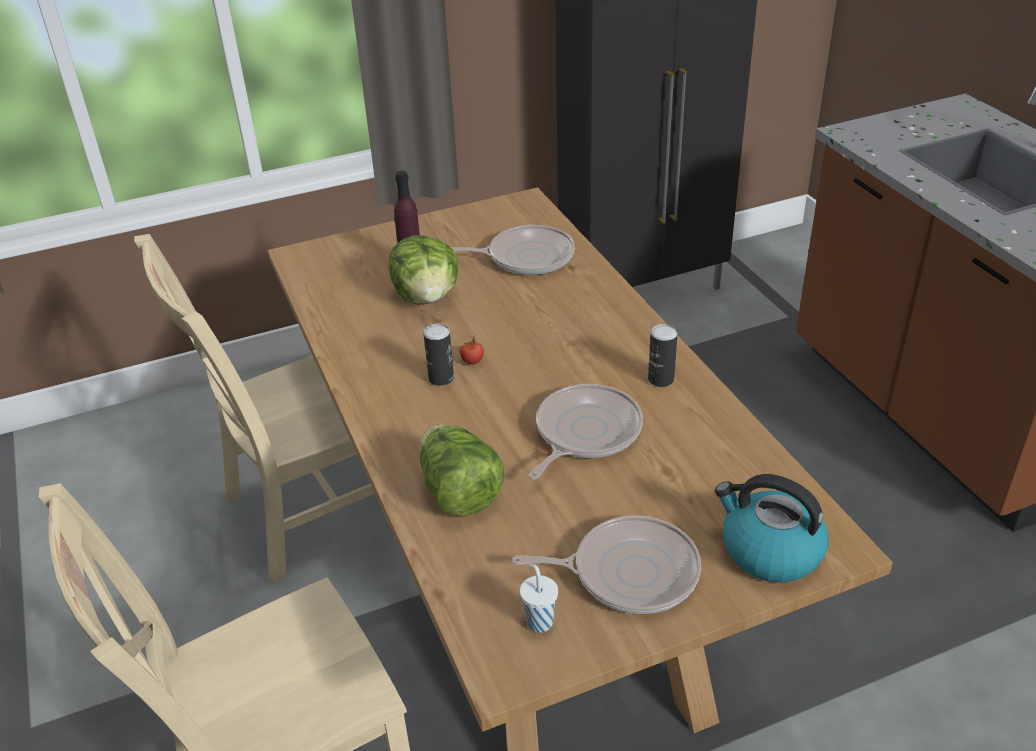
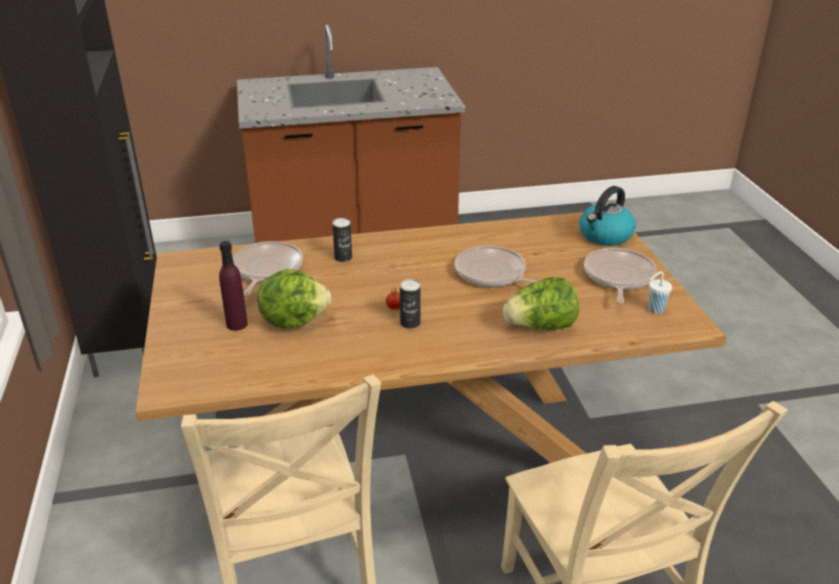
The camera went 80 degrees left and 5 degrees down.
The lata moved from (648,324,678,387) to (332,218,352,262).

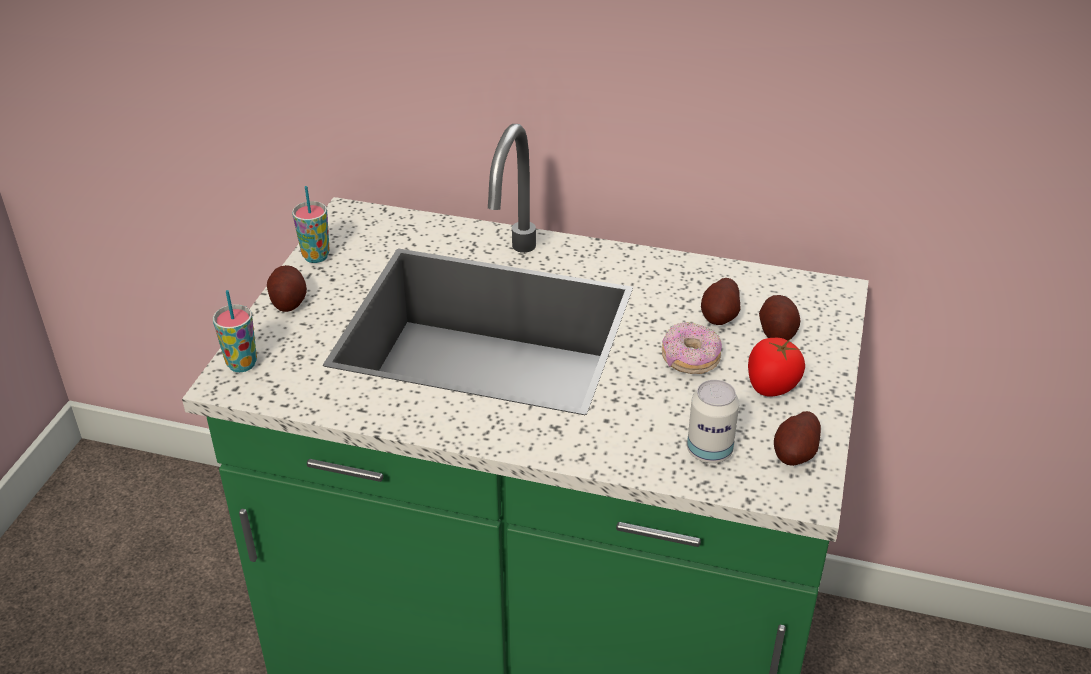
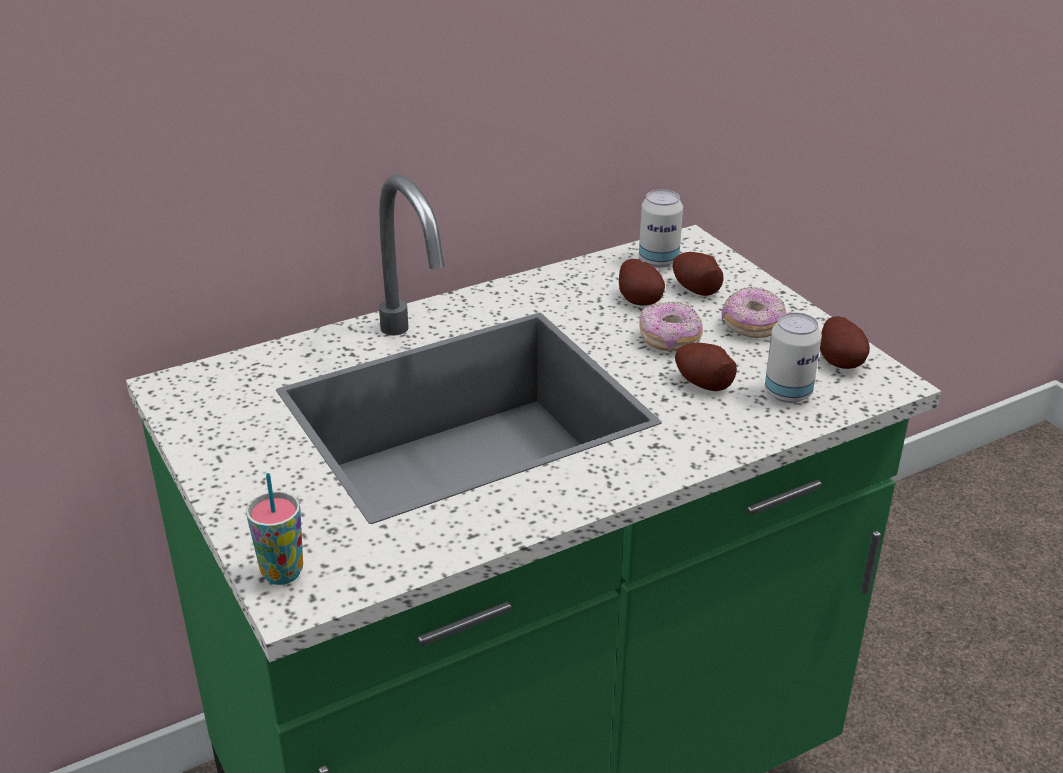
The camera went 45 degrees left and 5 degrees down.
The taza at (292,186,330,263) disappeared.
The lata at (639,189,683,267) appeared.
The patata moved from (267,265,307,312) to (675,343,737,391).
The tomate at (748,338,805,396) was replaced by the rosquilla at (721,286,786,338).

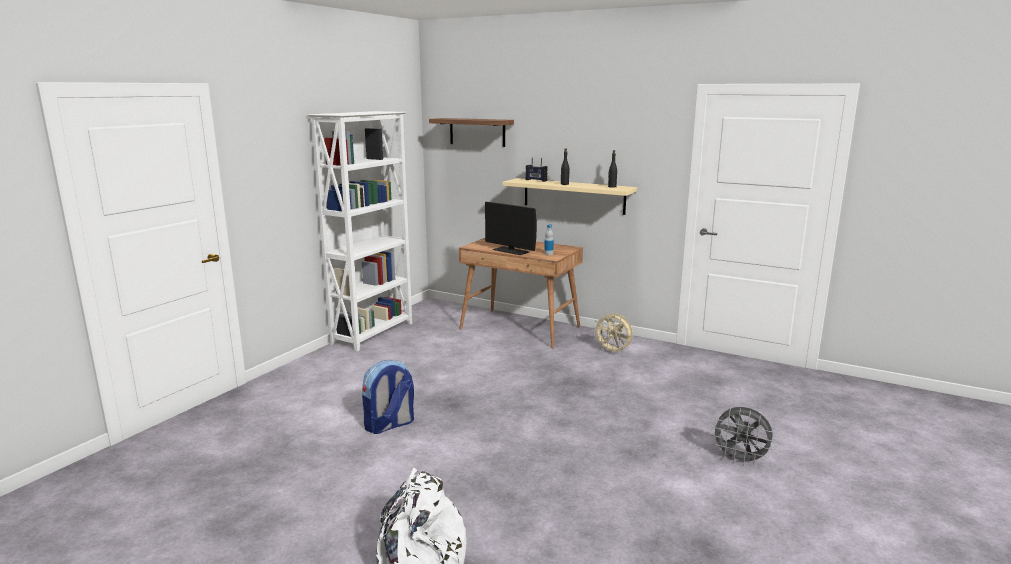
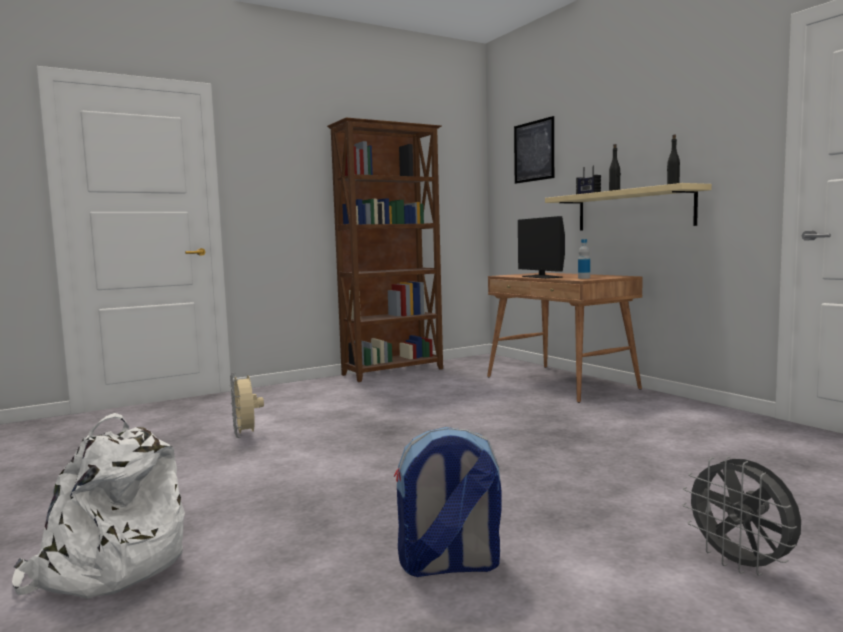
The camera went 30 degrees right and 10 degrees down.
The mochila moved from (362,360,414,434) to (394,427,502,577).
The ventilador [beis] moved from (592,313,633,355) to (230,372,264,438).
The estante at (429,118,514,147) was replaced by the cuadro at (514,116,554,184).
The estantería [blanco] at (308,111,412,352) became the estantería [marrón] at (327,118,443,382).

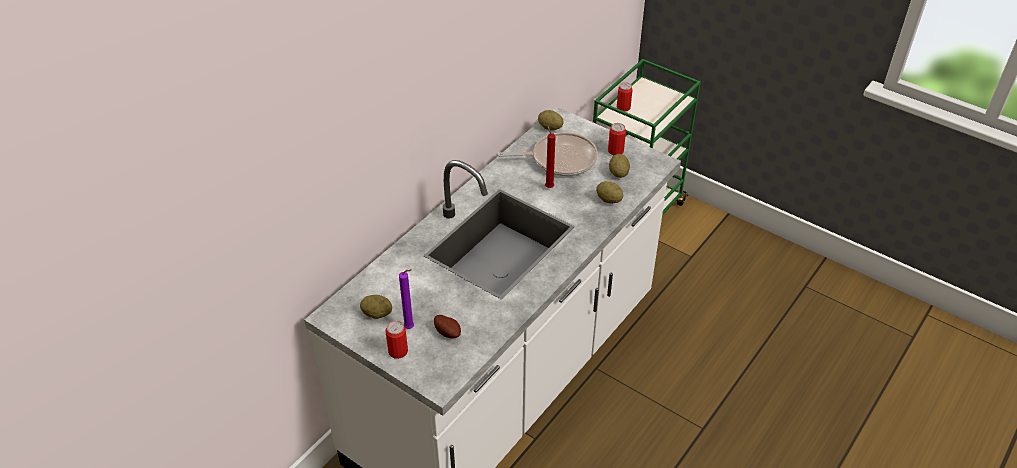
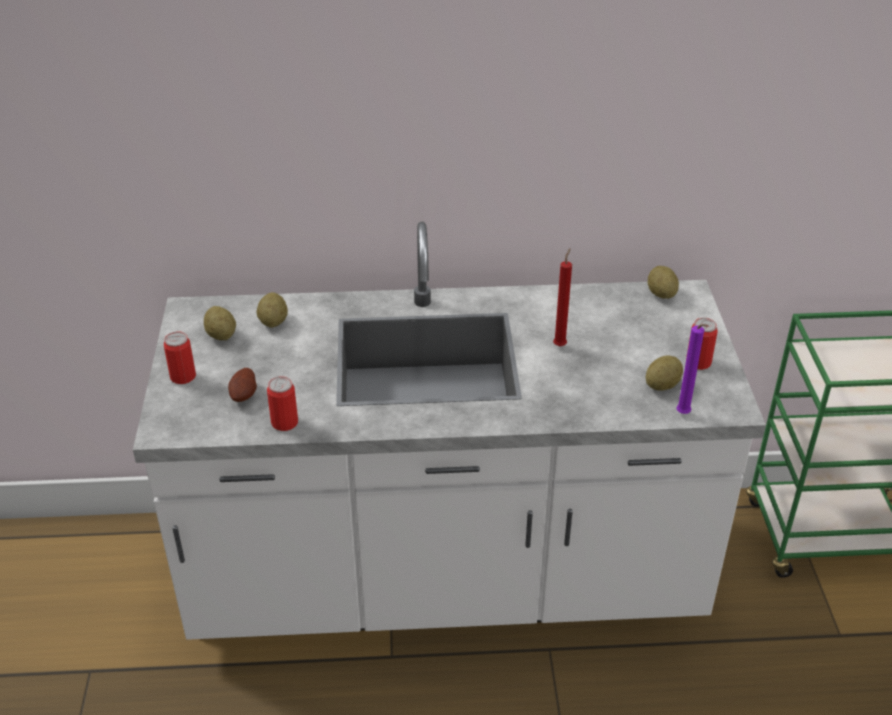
The camera went 50 degrees right and 5 degrees down.
The sartén at (498,132,598,176) disappeared.
The vela [morado] moved from (399,269,414,329) to (676,324,709,414).
The patata moved from (596,181,623,204) to (257,292,288,328).
The lata moved from (617,82,633,112) to (267,376,298,431).

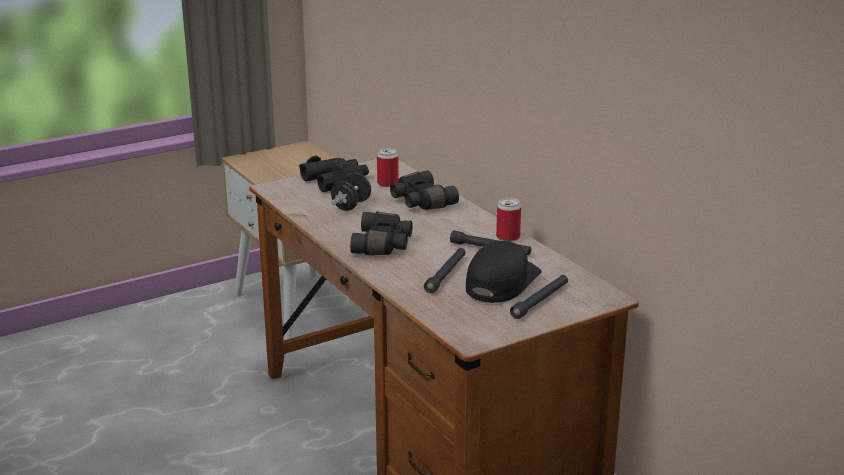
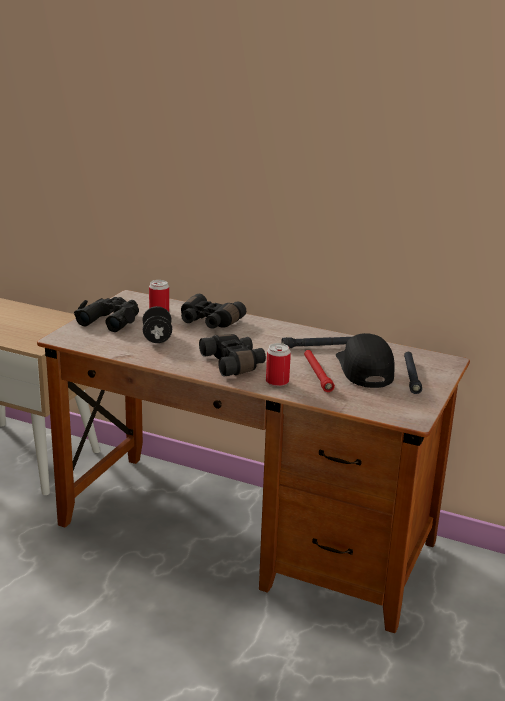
The camera went 35 degrees left and 0 degrees up.
The lata moved from (496,198,521,242) to (266,343,291,386).
The linterna [negro] at (424,248,466,293) became the linterna [rojo] at (304,350,335,392).

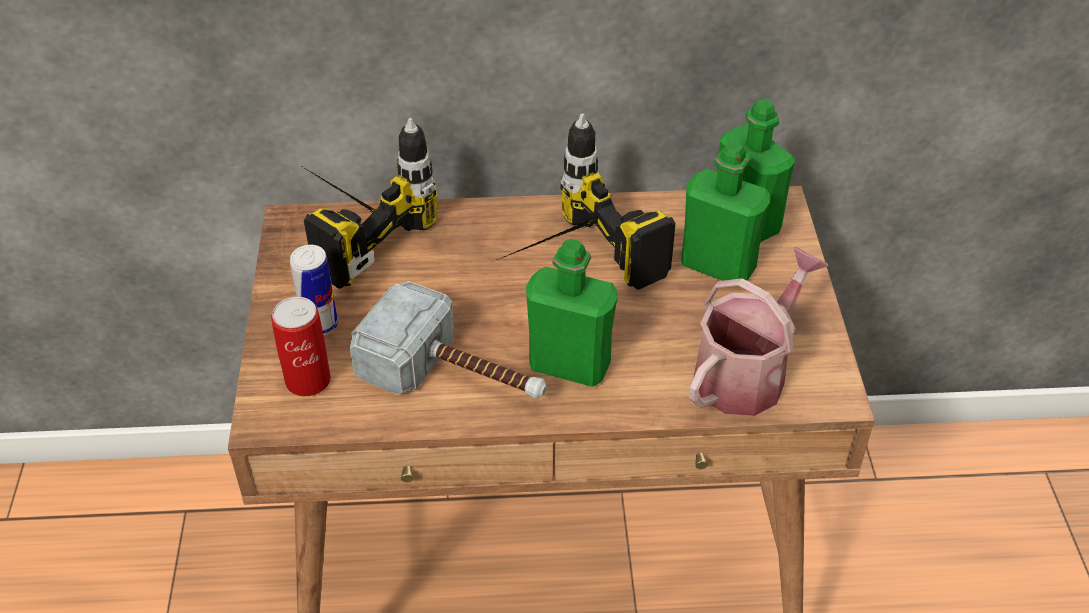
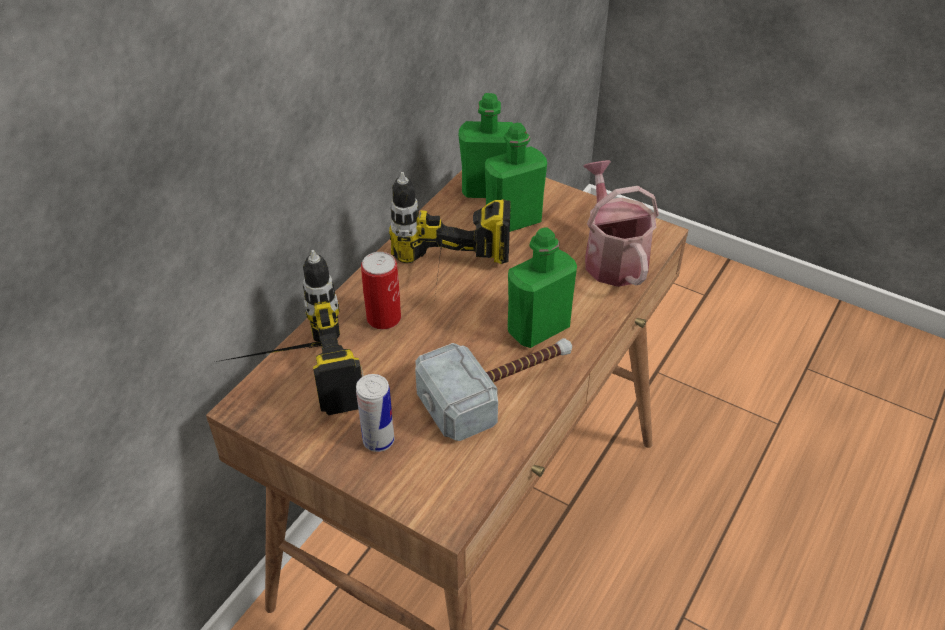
The camera went 55 degrees left and 0 degrees up.
The lata moved from (271,297,331,397) to (361,252,401,329).

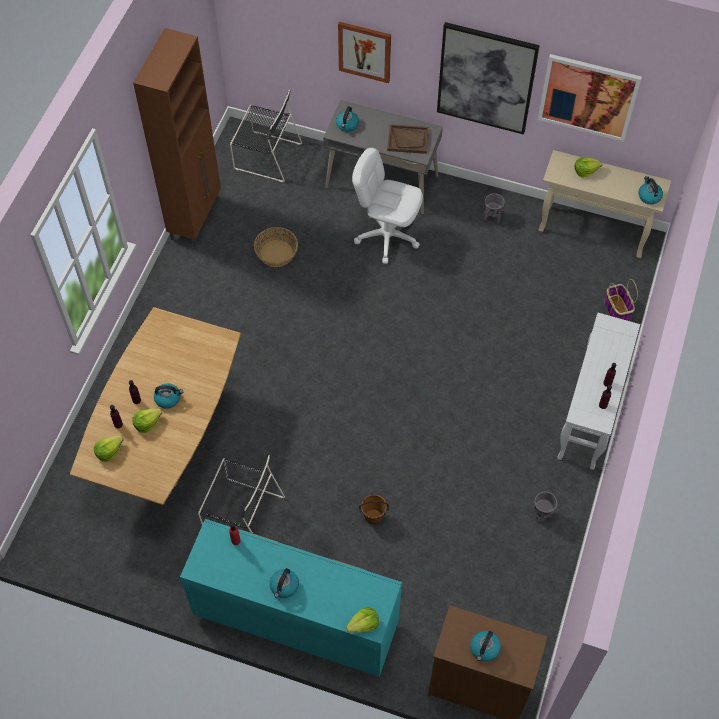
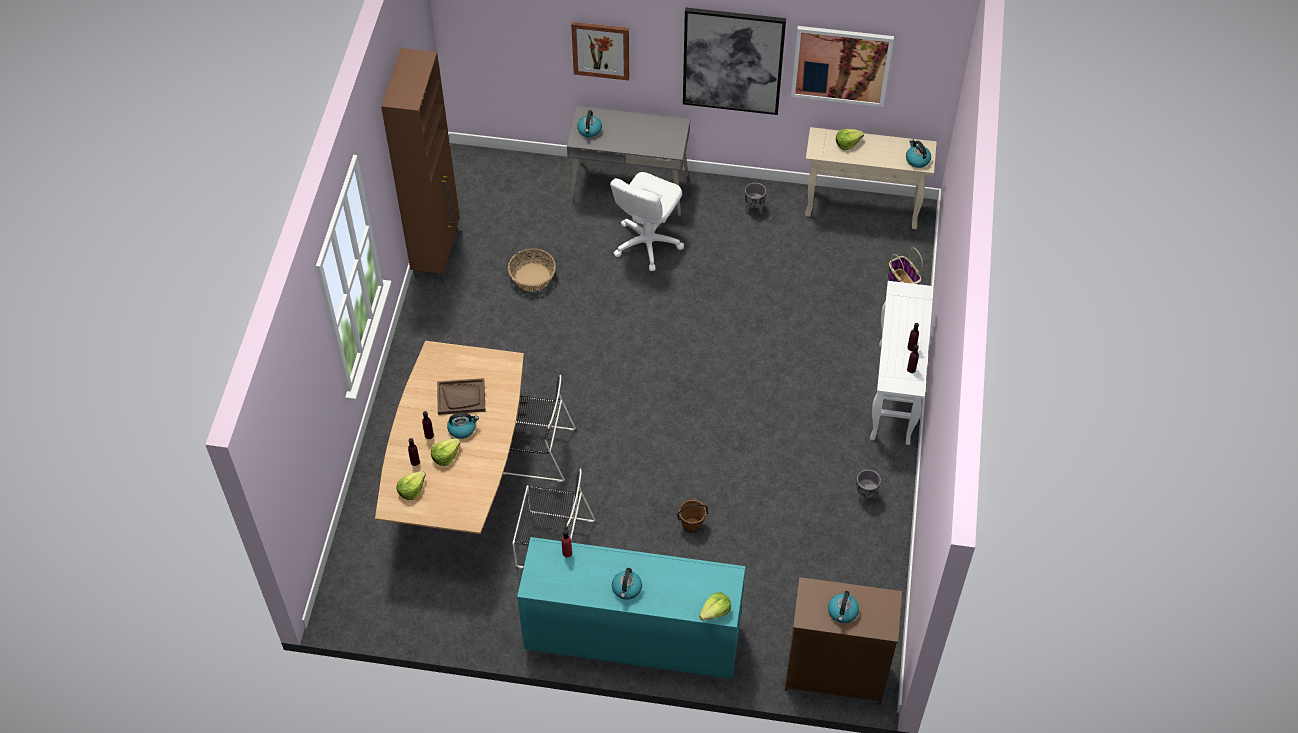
The camera went 10 degrees left and 5 degrees down.
The silla [negro] moved from (230,89,302,182) to (503,375,576,482).
The bandeja [marrón] moved from (387,124,429,154) to (437,378,486,415).
The silla de oficina [blanco] at (352,148,423,264) turned 75 degrees counterclockwise.

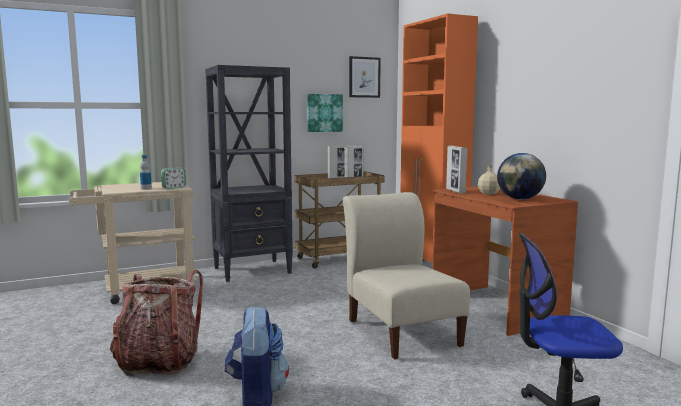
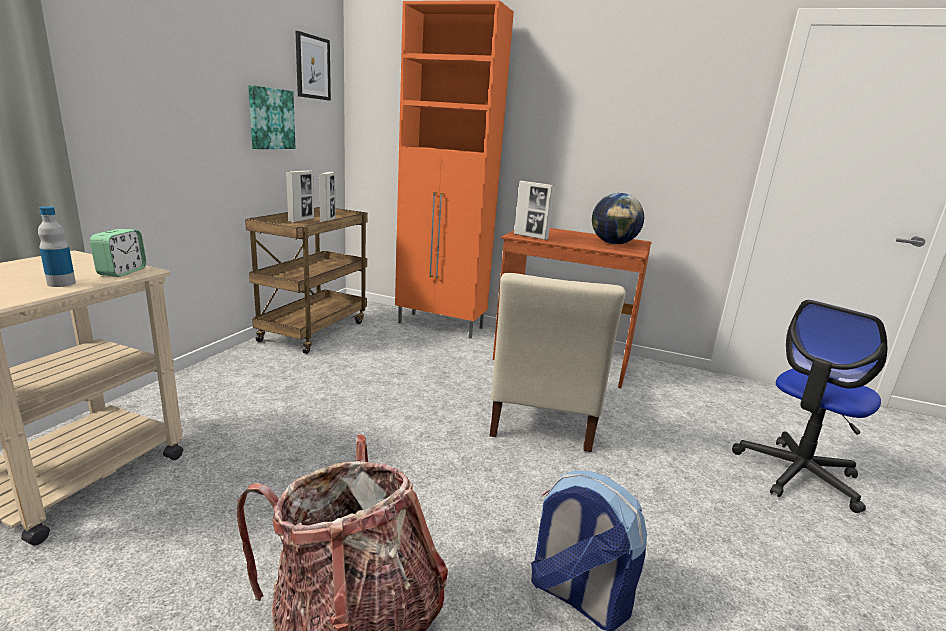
The camera went 45 degrees left and 10 degrees up.
The estantería [negro] at (205,65,293,282) disappeared.
The botella [beis] at (478,165,500,195) disappeared.
The silla [beis] at (343,192,470,359) turned 105 degrees counterclockwise.

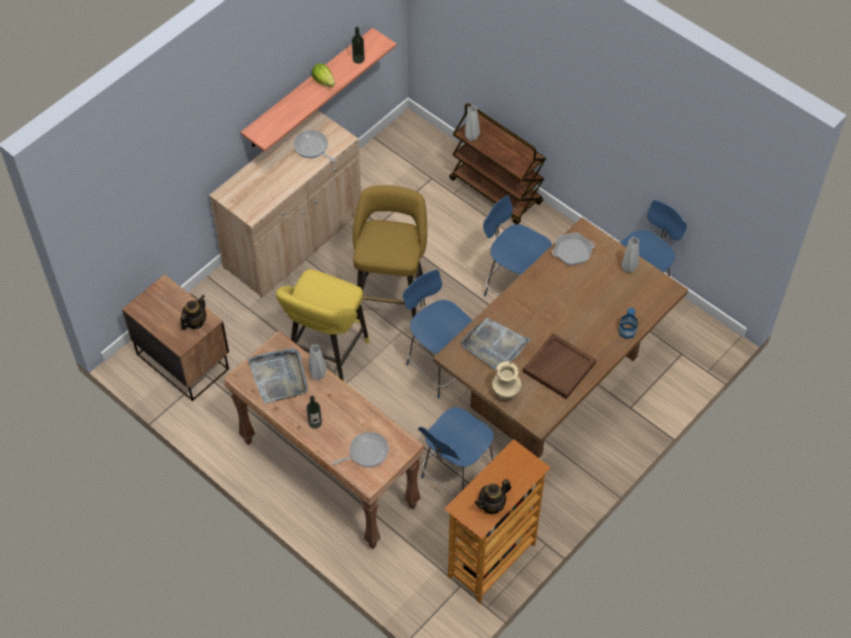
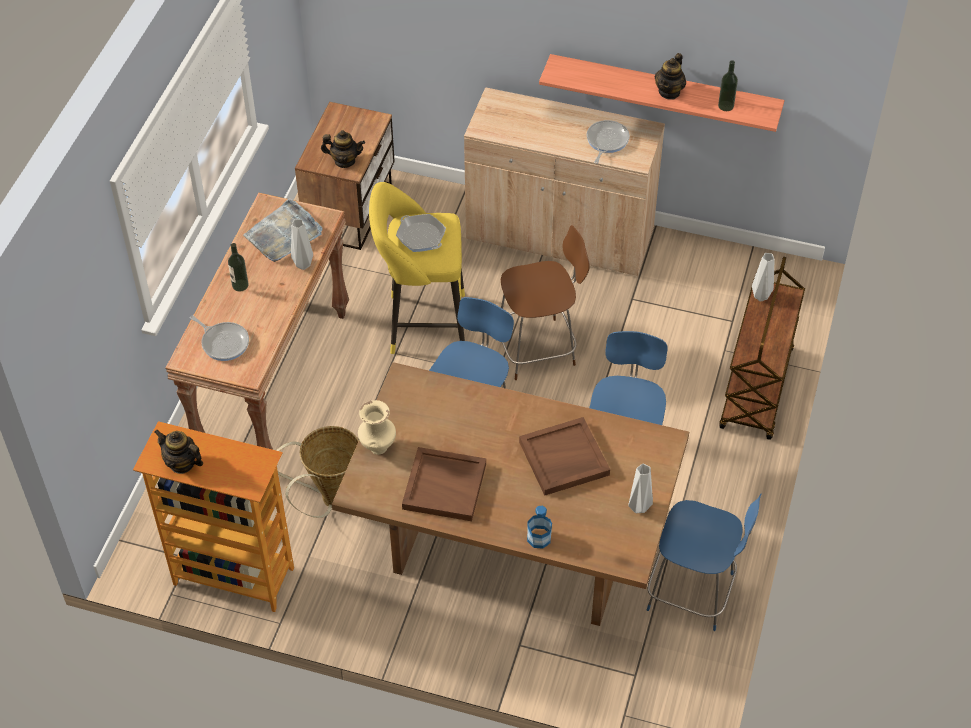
The camera went 65 degrees right and 5 degrees down.
The bandeja [gris] at (461,318,531,370) disappeared.
The bandeja [marrón] at (519,417,610,496) appeared.
The sartén moved from (552,232,595,266) to (396,214,446,252).
The lechuga at (312,63,335,87) was replaced by the tetera at (655,53,686,100).
The taburete [amarillo] at (353,185,427,320) was replaced by the silla [marrón] at (501,225,590,380).
The silla [azul] at (418,407,494,496) was replaced by the cesta at (276,426,359,518).

